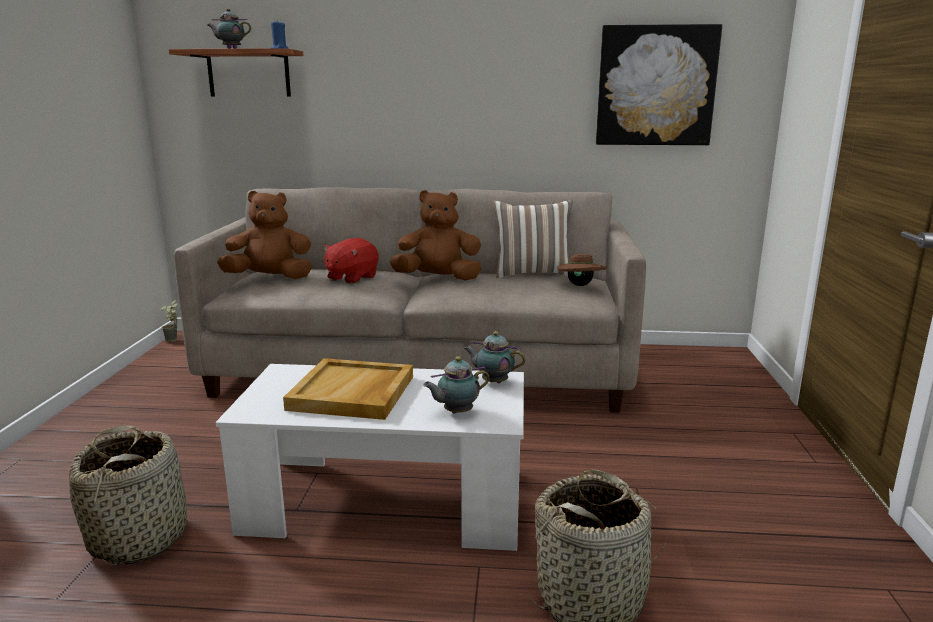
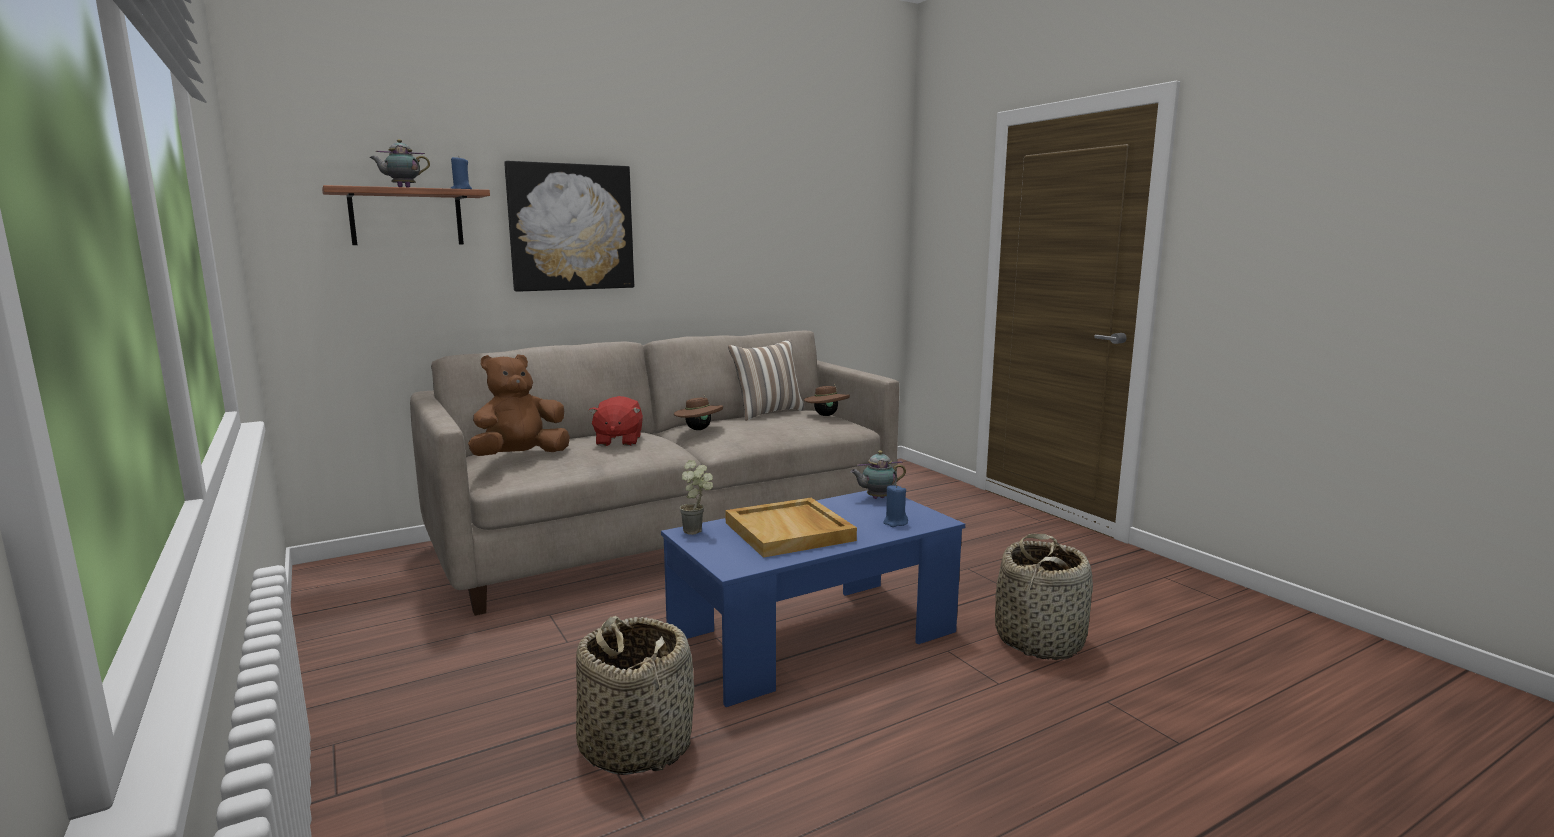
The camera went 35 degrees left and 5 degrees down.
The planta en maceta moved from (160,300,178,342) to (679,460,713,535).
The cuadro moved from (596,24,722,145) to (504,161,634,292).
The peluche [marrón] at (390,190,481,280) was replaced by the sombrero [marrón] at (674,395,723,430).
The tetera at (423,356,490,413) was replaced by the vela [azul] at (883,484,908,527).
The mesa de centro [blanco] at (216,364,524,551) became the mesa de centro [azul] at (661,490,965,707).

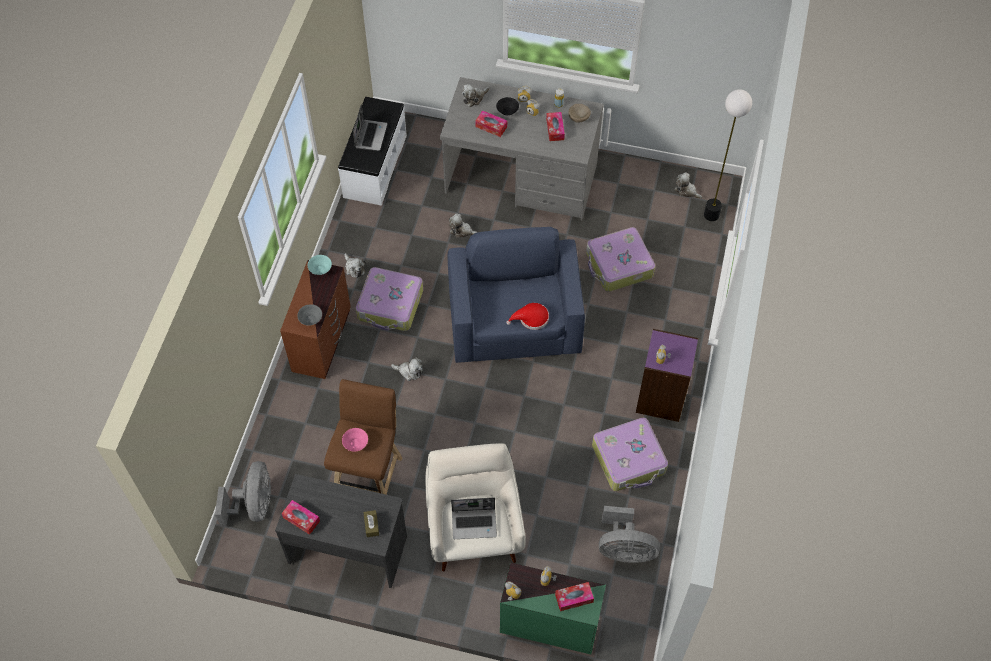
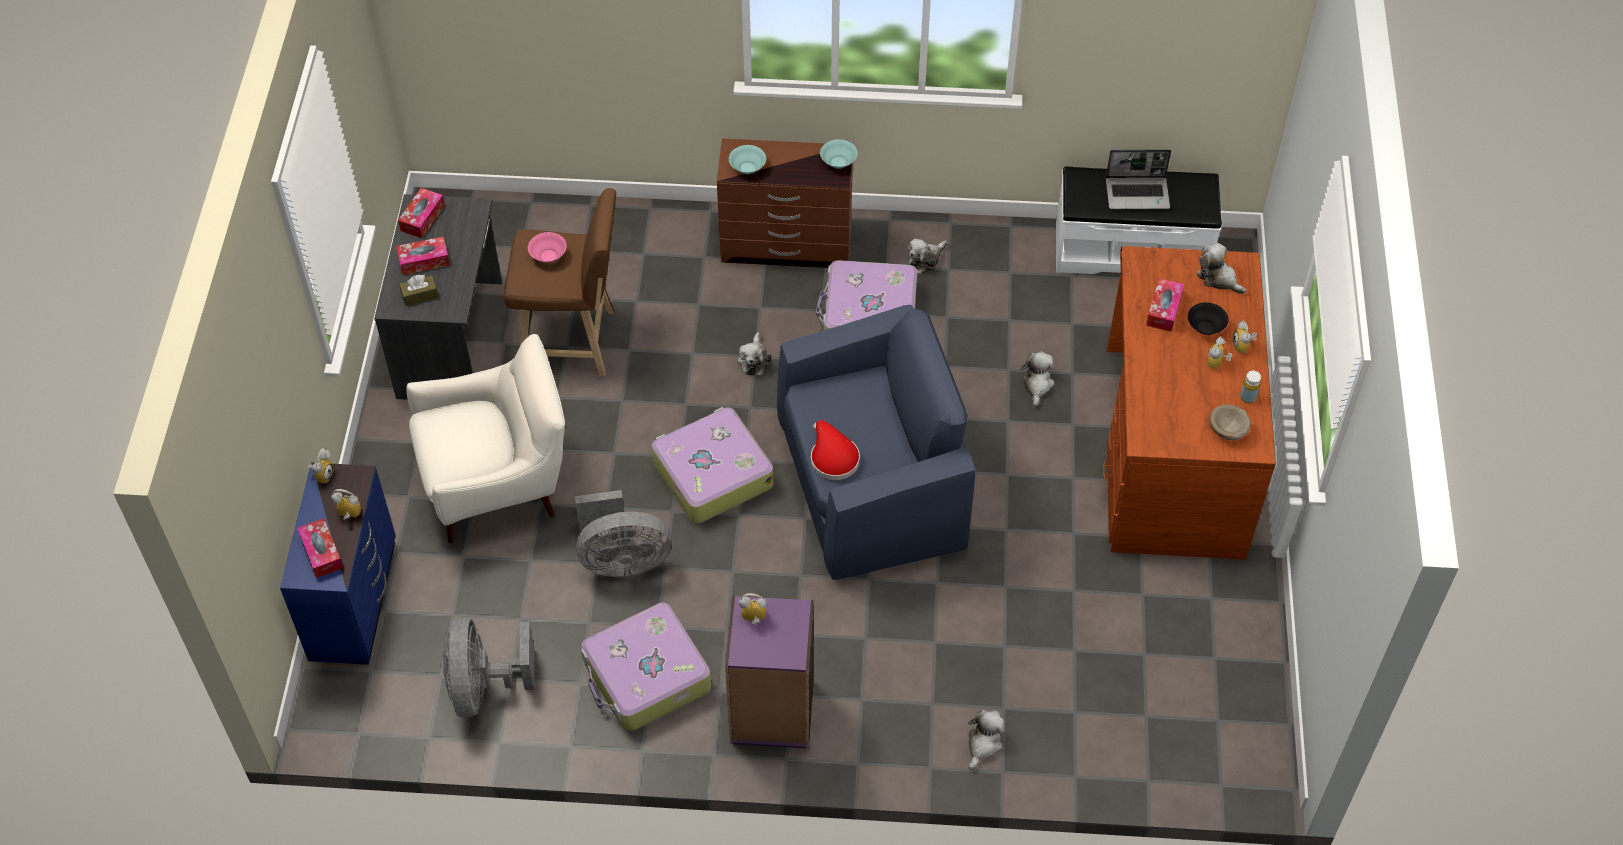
The camera went 80 degrees right and 5 degrees down.
The portátil at (451,498,497,539) disappeared.
The lámpara de pie at (704,89,752,221) disappeared.
The ventilador [gris] moved from (215,461,271,527) to (575,490,672,577).
The caja de pañuelos moved from (546,112,565,141) to (396,237,450,275).
The maleta moved from (586,227,655,292) to (652,407,773,523).
The peluche moved from (675,172,702,199) to (968,710,1005,770).
The cuenco [gris] at (297,304,322,326) became the cuenco [turquesa] at (729,145,766,174).
The escritorio [gris] at (440,77,604,220) became the escritorio [marrón] at (1103,246,1276,560).
The cómoda [verde] at (500,562,606,654) became the cómoda [azul] at (280,462,396,665).

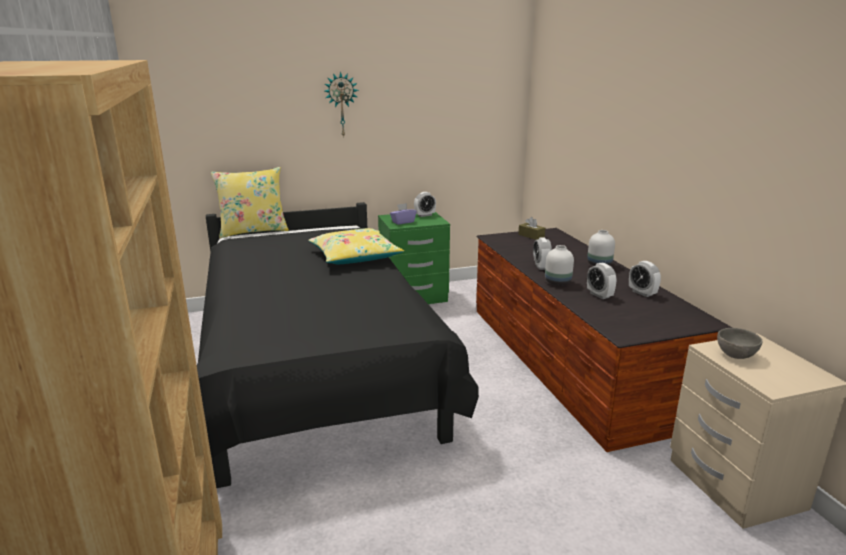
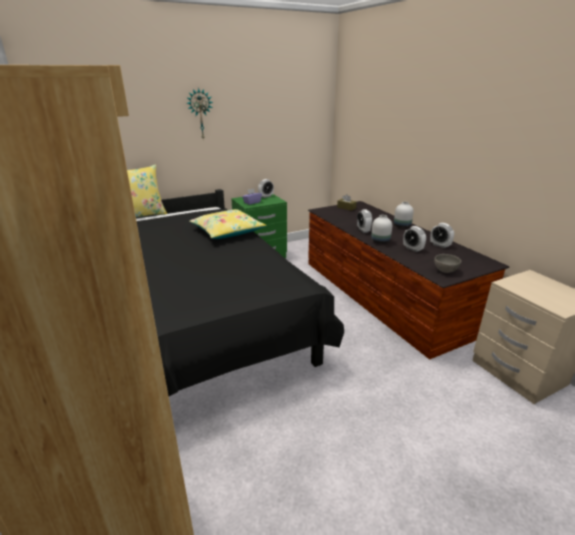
The camera went 10 degrees left and 5 degrees up.
The cuenco [gris] moved from (717,328,763,359) to (434,254,461,273).

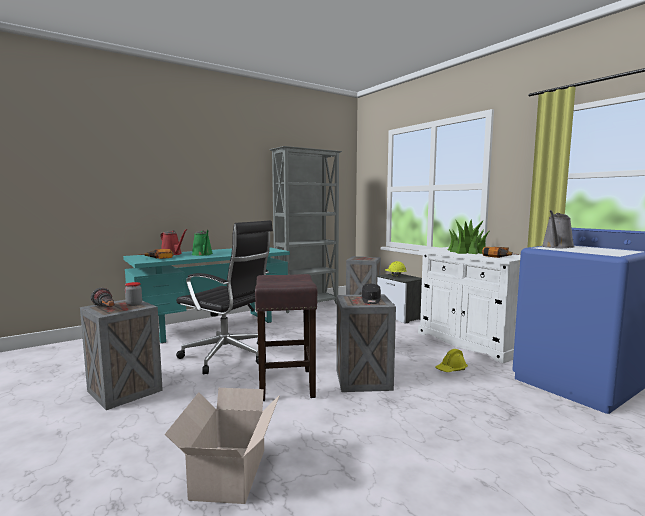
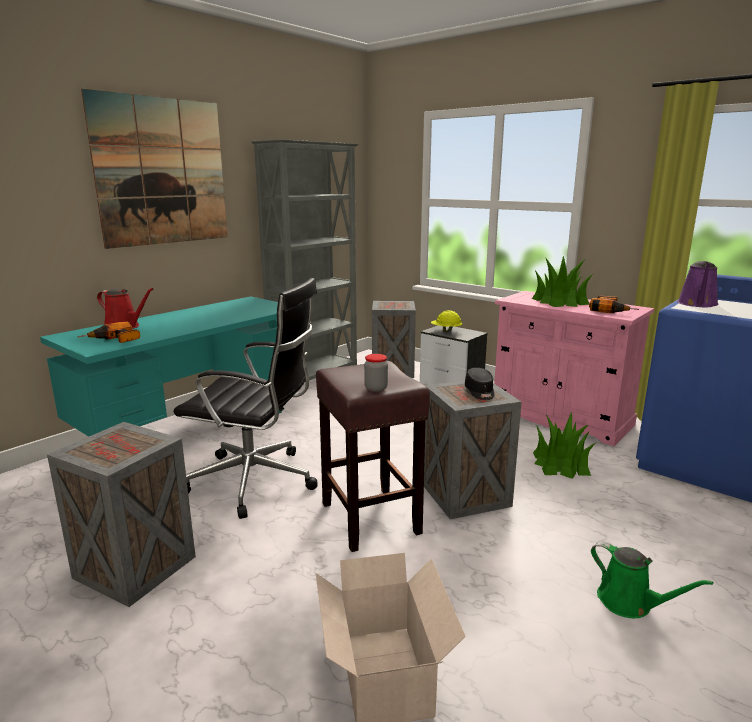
The camera went 15 degrees left and 10 degrees up.
The linterna at (91,288,114,307) disappeared.
The cuadro at (81,89,228,249) appeared.
The tarro moved from (125,282,142,306) to (364,354,388,392).
The regadera [verde] moved from (192,230,213,256) to (591,541,714,618).
The casco [amarillo] at (435,349,468,372) was replaced by the planta en maceta at (533,412,595,479).
The armario [blanco] at (418,247,521,363) became the armario [rosa] at (494,291,654,446).
The regadera [gris] at (542,210,574,248) became the regadera [morado] at (677,261,719,307).

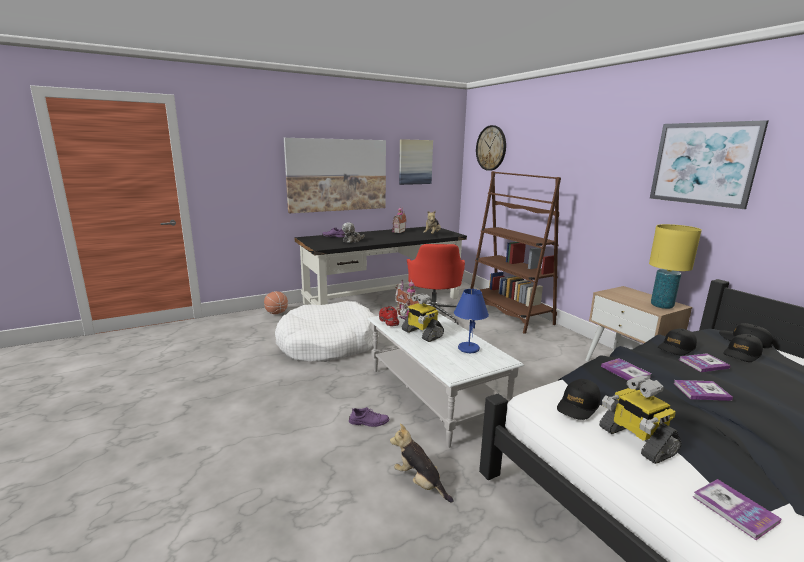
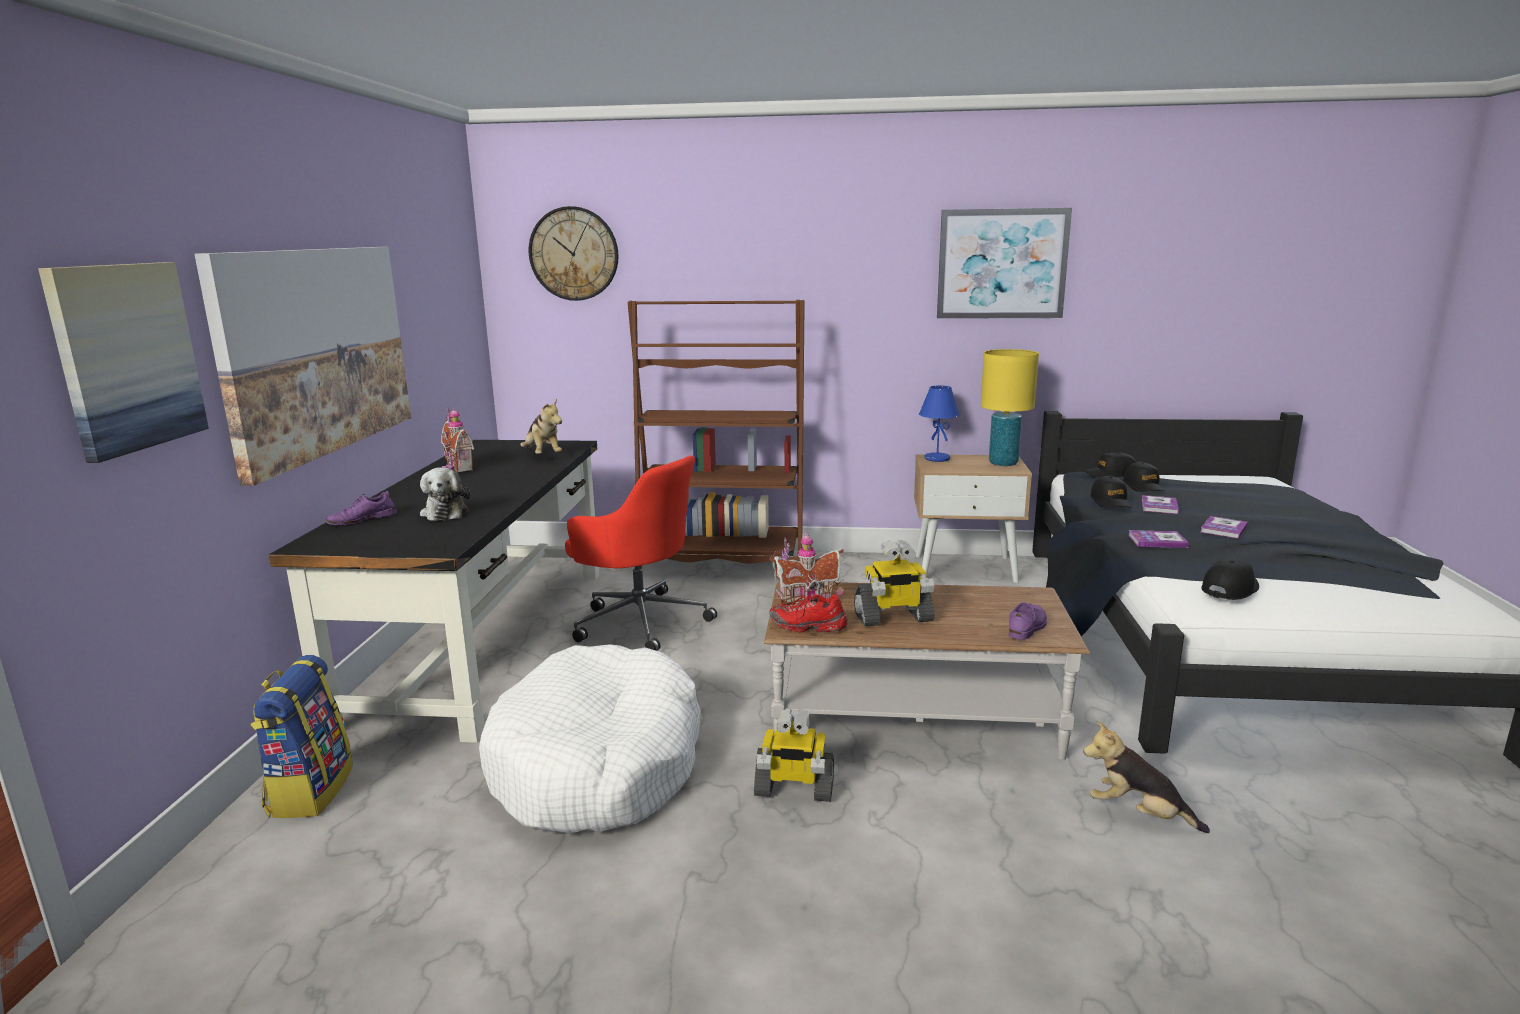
The camera went 55 degrees left and 0 degrees up.
The libro at (693,479,781,540) disappeared.
The zapato [morado] moved from (349,407,389,427) to (1009,602,1047,640).
The cuadro moved from (399,139,433,185) to (38,262,209,463).
The lámpara de mesa [azul] moved from (454,289,489,353) to (919,386,960,462).
The robot de juguete moved from (599,375,682,464) to (754,708,834,802).
The balón de baloncesto at (264,291,288,314) was replaced by the mochila at (250,655,353,818).
The mesa de centro [blanco] at (368,312,524,448) became the mesa de centro [marrón] at (764,581,1090,760).
The peluche at (390,423,454,503) turned 45 degrees clockwise.
The gorra [negro] at (557,379,601,420) turned 120 degrees counterclockwise.

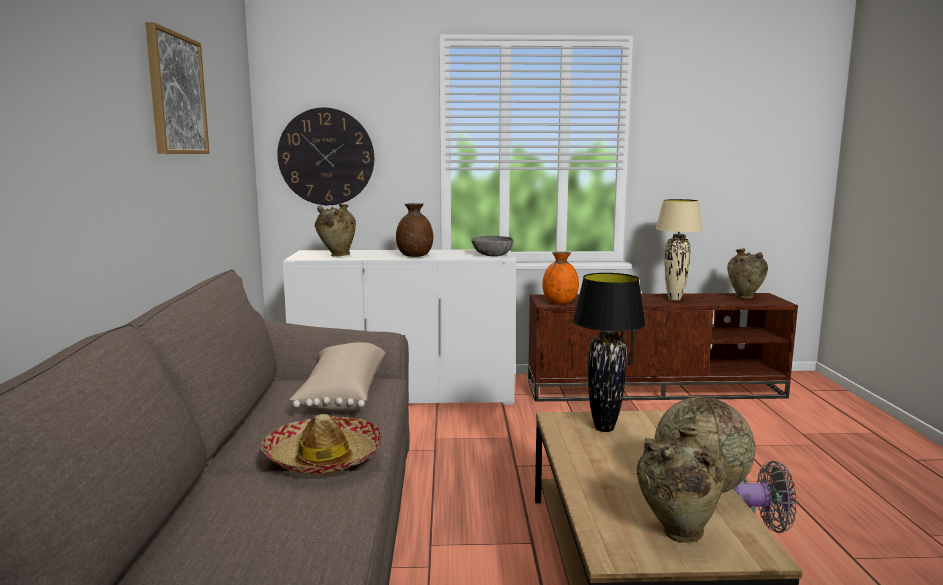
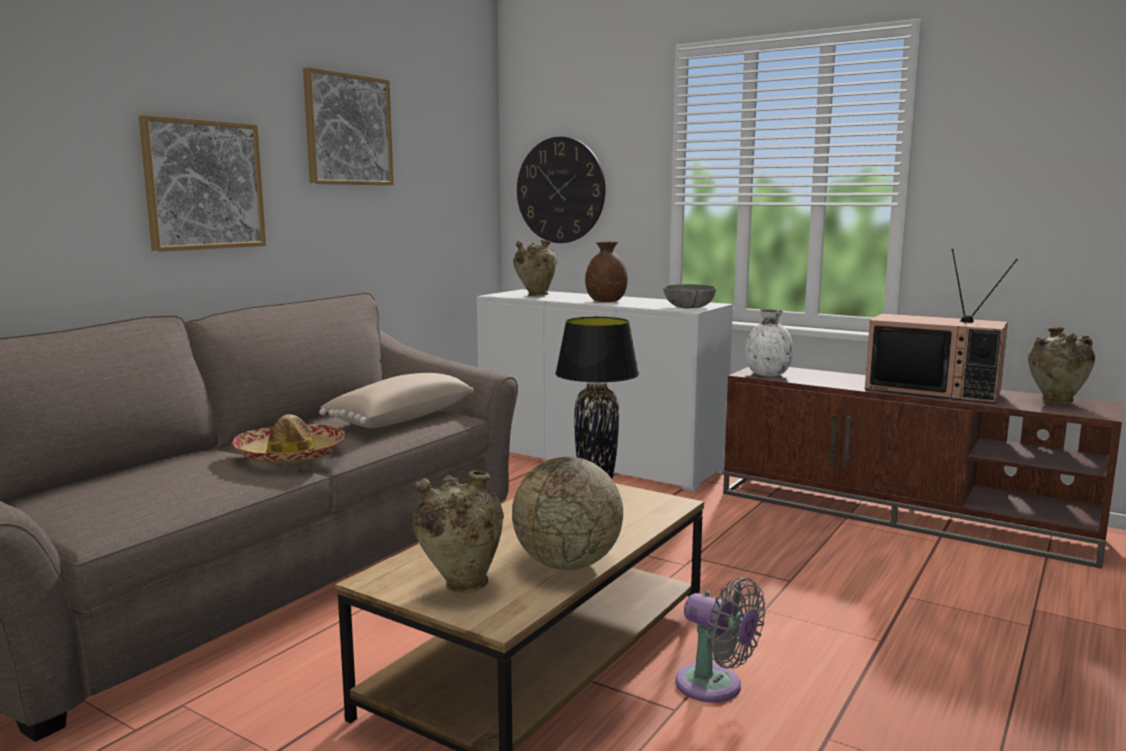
The camera went 35 degrees right and 0 degrees up.
The cuadro at (139,115,266,252) appeared.
The lámpara de mesa [beis] at (656,199,703,301) was replaced by the televisor at (865,249,1018,404).
The florero [naranja] at (542,251,579,304) became the florero [blanco] at (745,309,793,376).

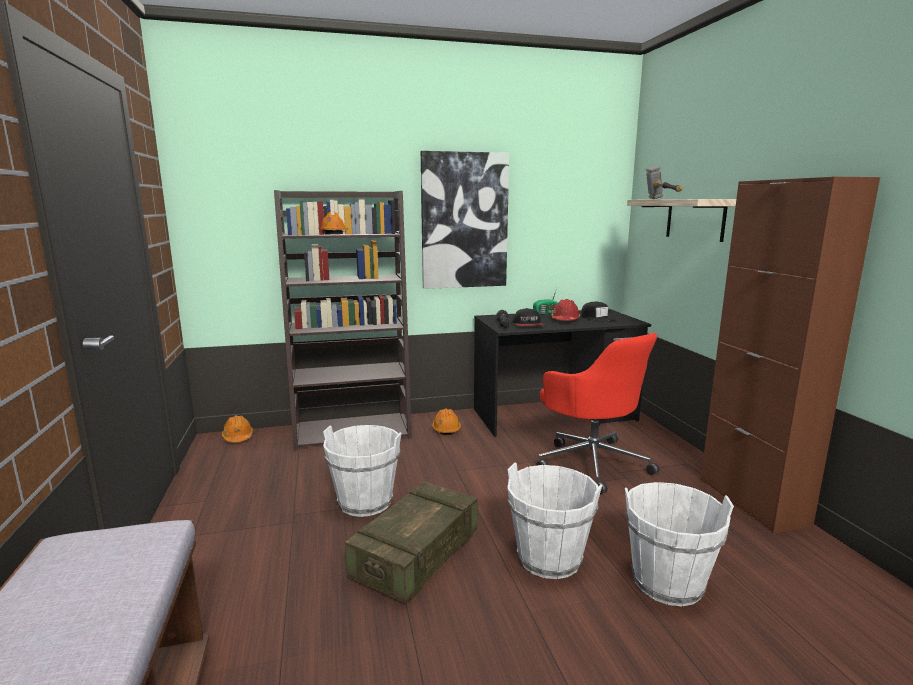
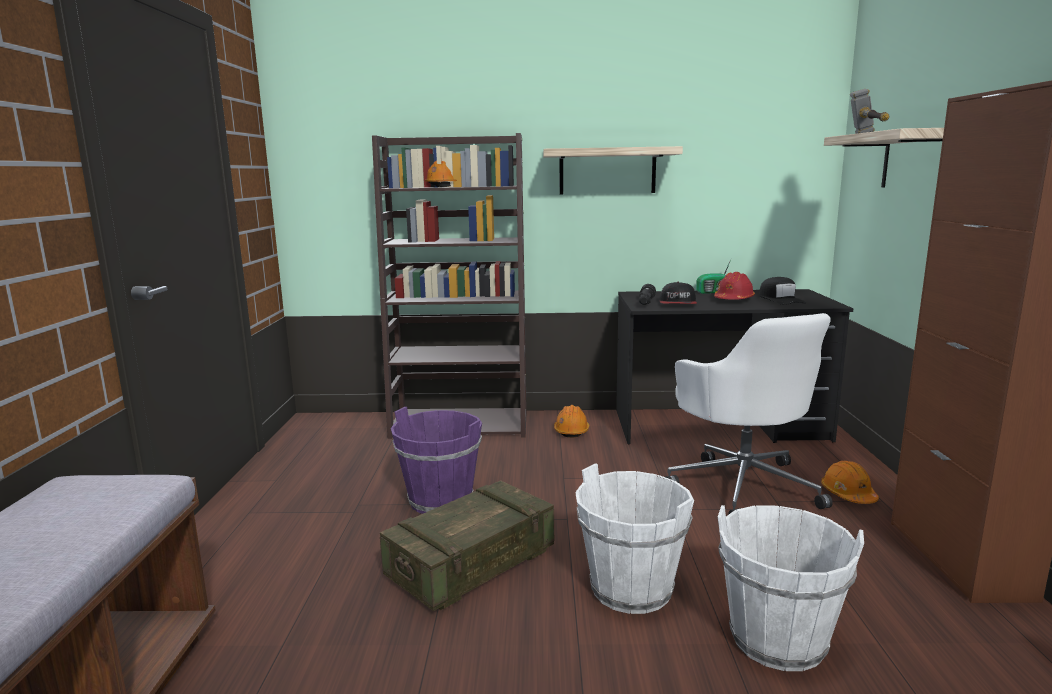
The camera went 15 degrees right and 0 degrees up.
The casco [naranja] moved from (222,415,253,442) to (821,461,879,504).
The cuadro at (421,151,509,289) was replaced by the estante at (543,146,683,195).
The cubo [blanco] at (323,425,401,517) became the cubo [morado] at (391,407,482,514).
The silla de oficina [rojo] at (536,333,659,494) became the silla de oficina [blanco] at (666,313,833,515).

